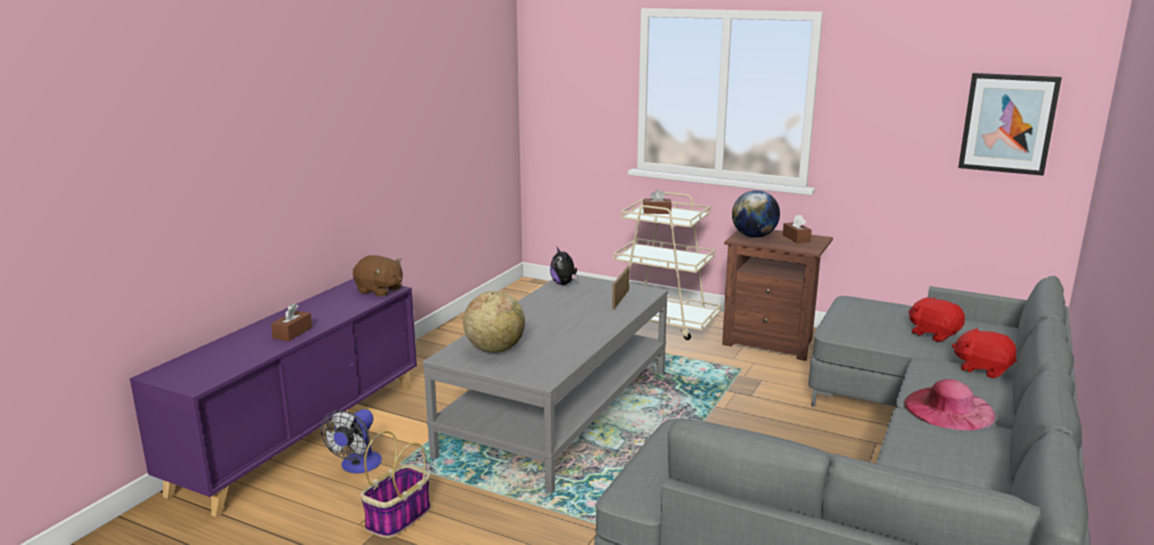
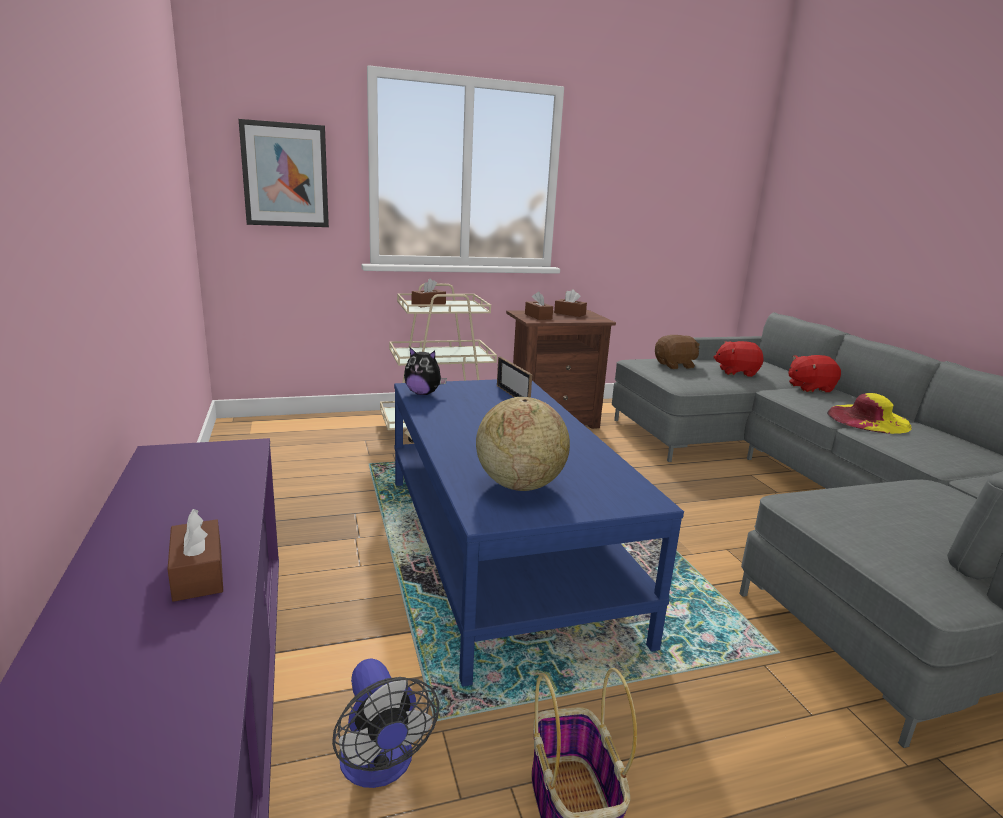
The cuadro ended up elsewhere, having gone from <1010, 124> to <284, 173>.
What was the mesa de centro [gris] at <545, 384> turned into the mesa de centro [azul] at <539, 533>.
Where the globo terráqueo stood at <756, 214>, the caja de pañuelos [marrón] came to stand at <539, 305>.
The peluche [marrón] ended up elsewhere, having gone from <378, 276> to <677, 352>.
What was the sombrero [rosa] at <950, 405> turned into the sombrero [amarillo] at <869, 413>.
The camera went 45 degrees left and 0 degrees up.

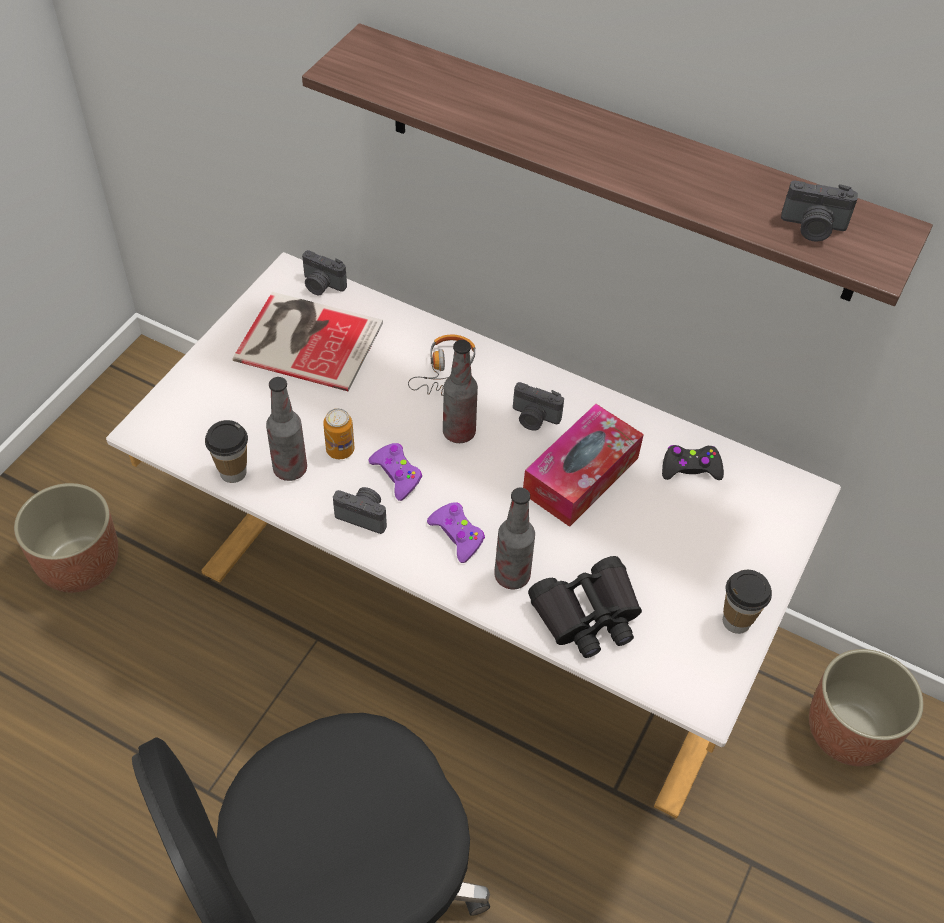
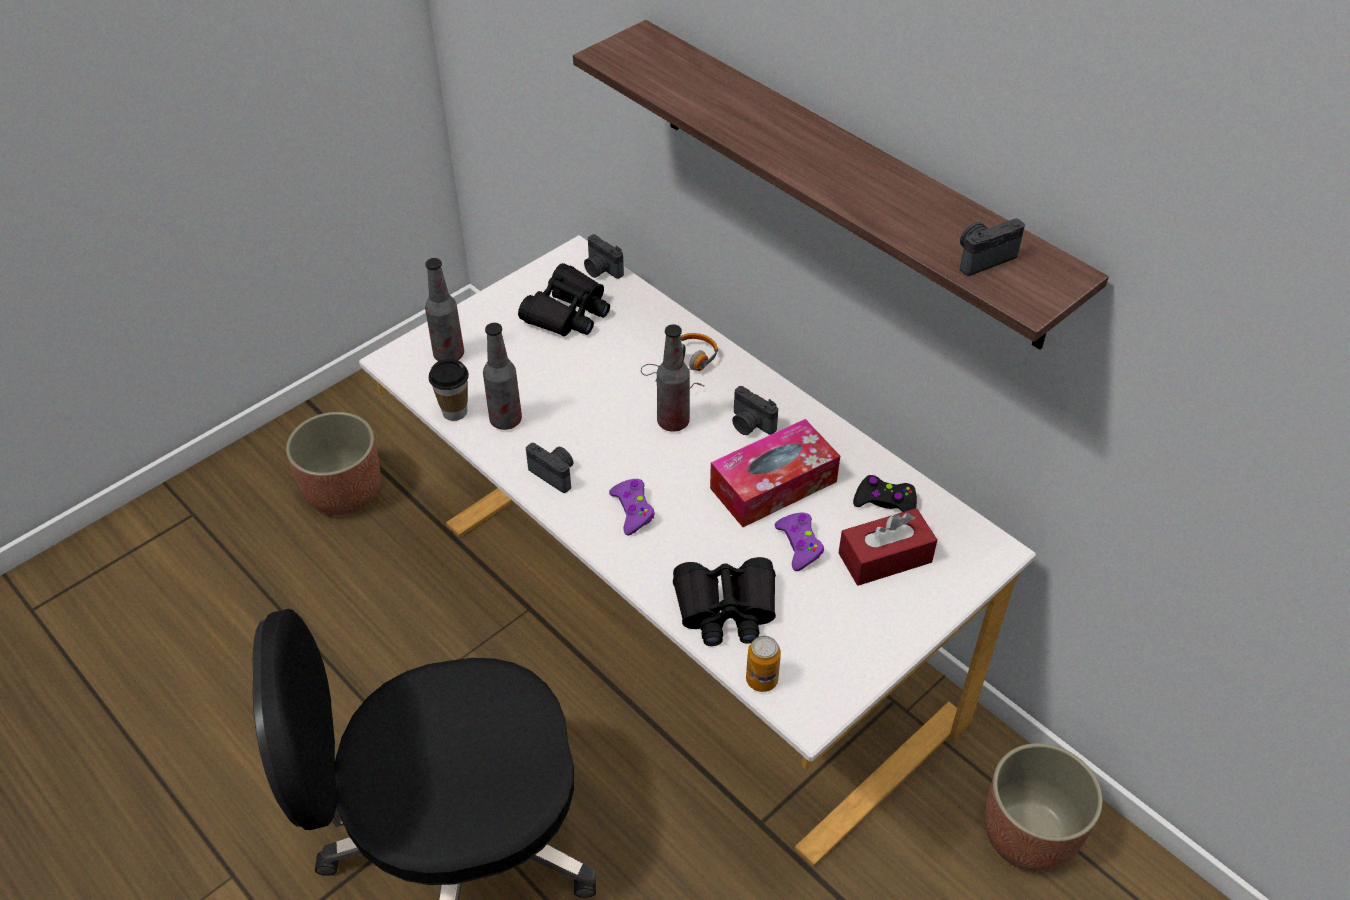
The botella ended up elsewhere, having gone from <514, 538> to <444, 309>.
Where the libro stood at <308, 341>, the prismáticos [negro] came to stand at <564, 299>.
The lata ended up elsewhere, having gone from <338, 433> to <763, 664>.
The mando de consola [morado] ended up elsewhere, having gone from <395, 472> to <799, 542>.
The second view gained the caja de pañuelos [rojo] at <888, 547>.
The cámara at <819, 211> ended up facing another way, 120 degrees clockwise from before.
The second view lost the taza at <747, 602>.
The camera went 20 degrees right and 5 degrees down.

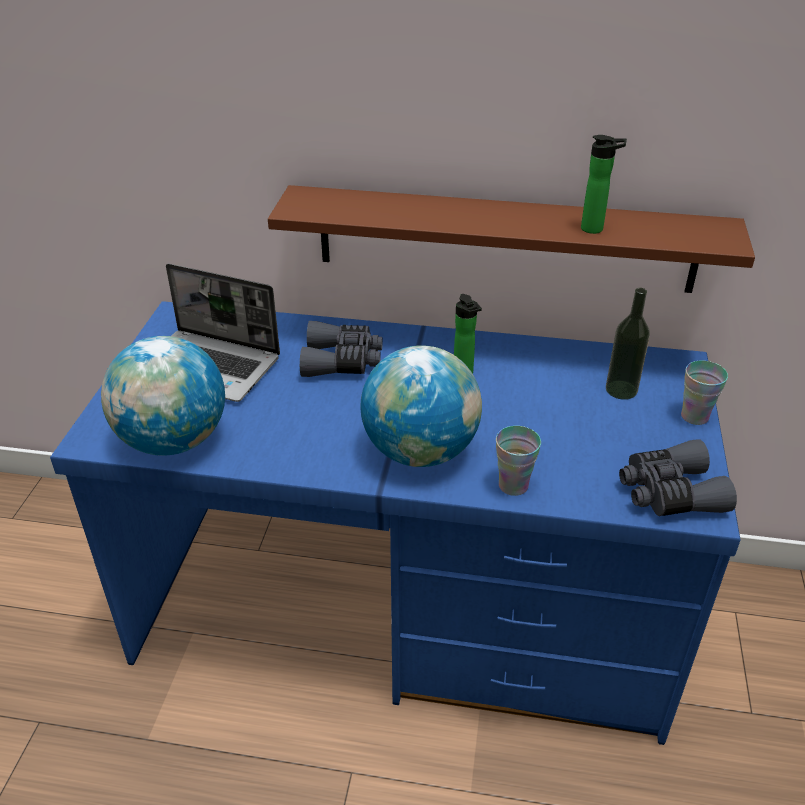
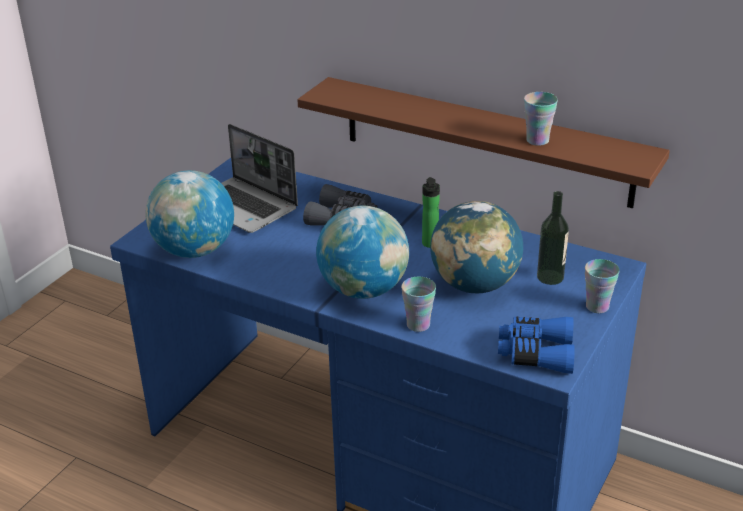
The second view gained the globo terráqueo at <476, 247>.
What was the prismáticos [gris] at <678, 477> turned into the prismáticos [azul] at <536, 345>.
Where the botella stood at <604, 184>, the taza came to stand at <541, 119>.
The camera went 20 degrees right and 5 degrees down.

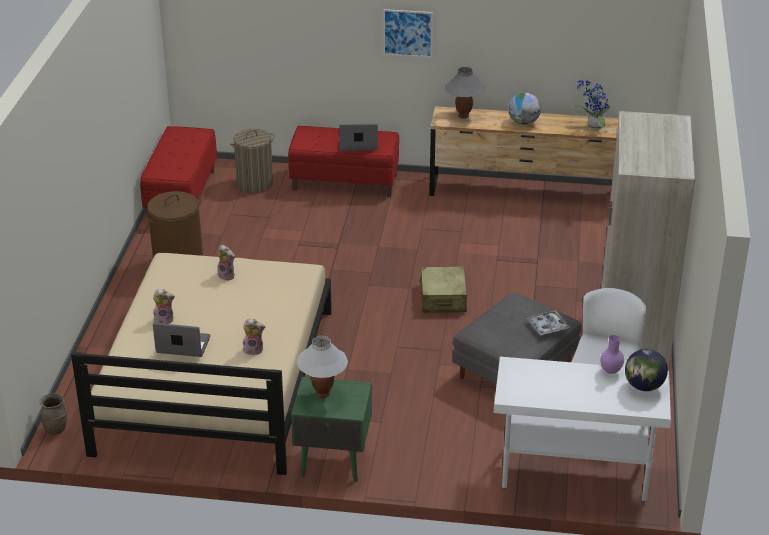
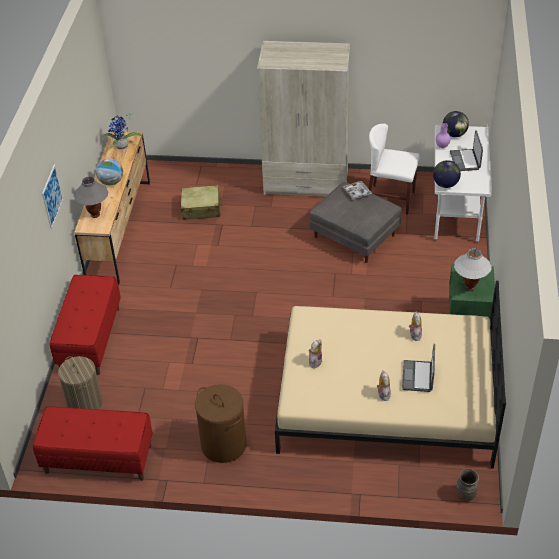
The maleta [beis] ended up elsewhere, having gone from <443, 289> to <202, 202>.
The second view gained the globo terráqueo at <447, 174>.
The portátil ended up elsewhere, having gone from <358, 137> to <466, 150>.
The camera went 90 degrees left and 10 degrees up.

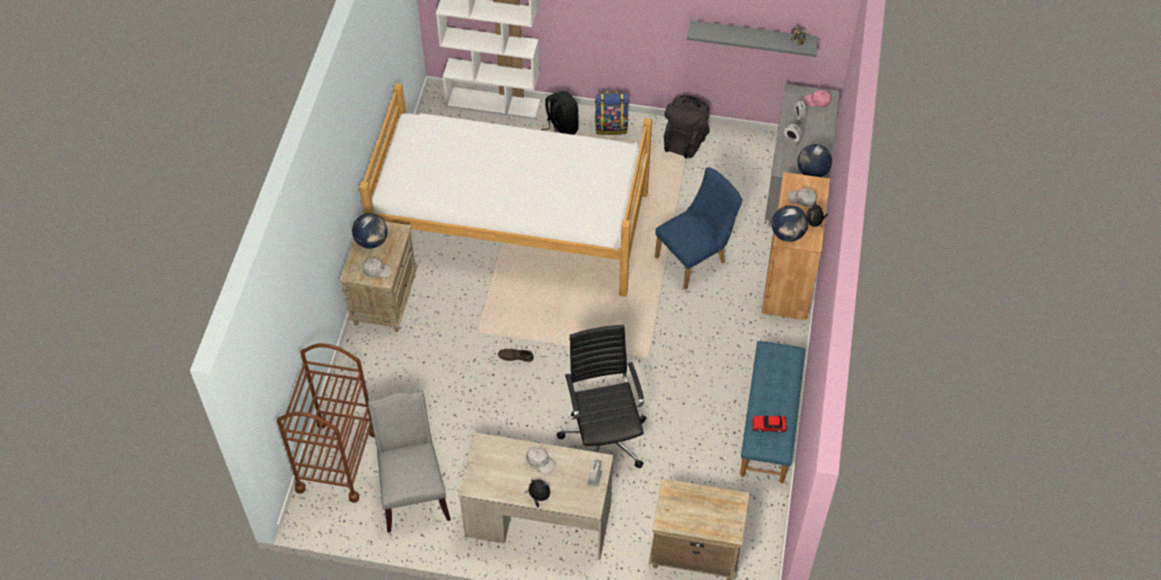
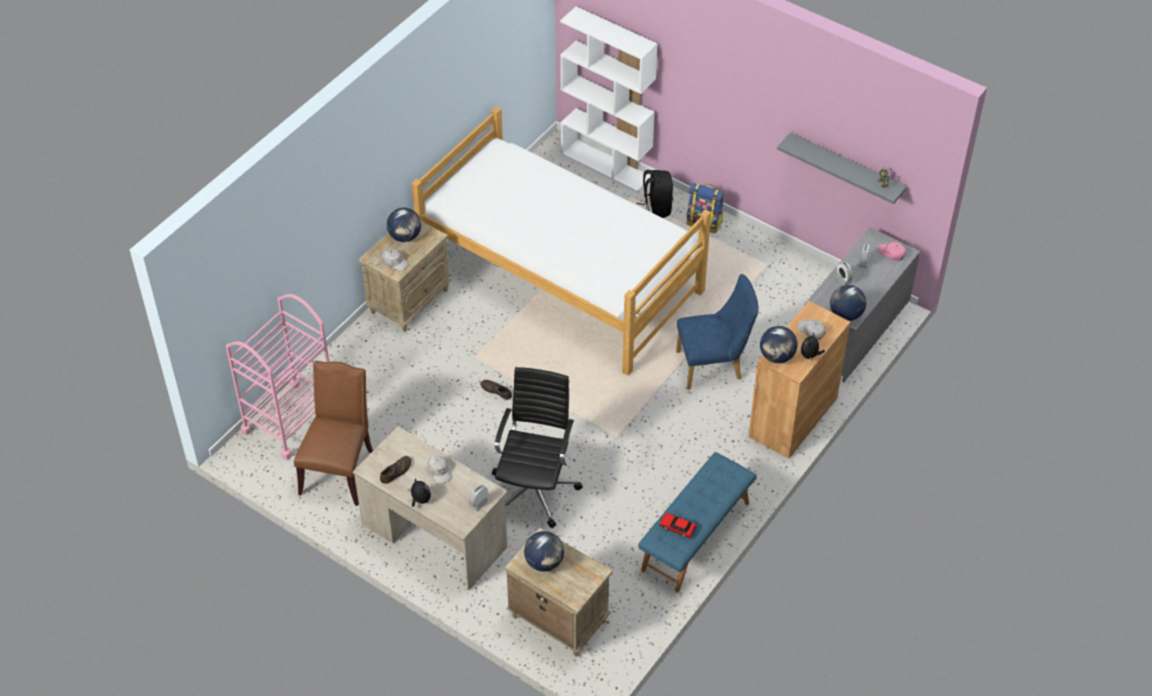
What was the carrito [marrón] at <325, 423> turned into the carrito [rosa] at <278, 377>.
What was the silla [gris] at <409, 461> turned into the silla [marrón] at <333, 433>.
The second view gained the zapato [marrón] at <395, 470>.
The second view gained the globo terráqueo at <544, 551>.
The second view lost the mochila [negro] at <687, 126>.
The camera went 25 degrees right and 5 degrees down.

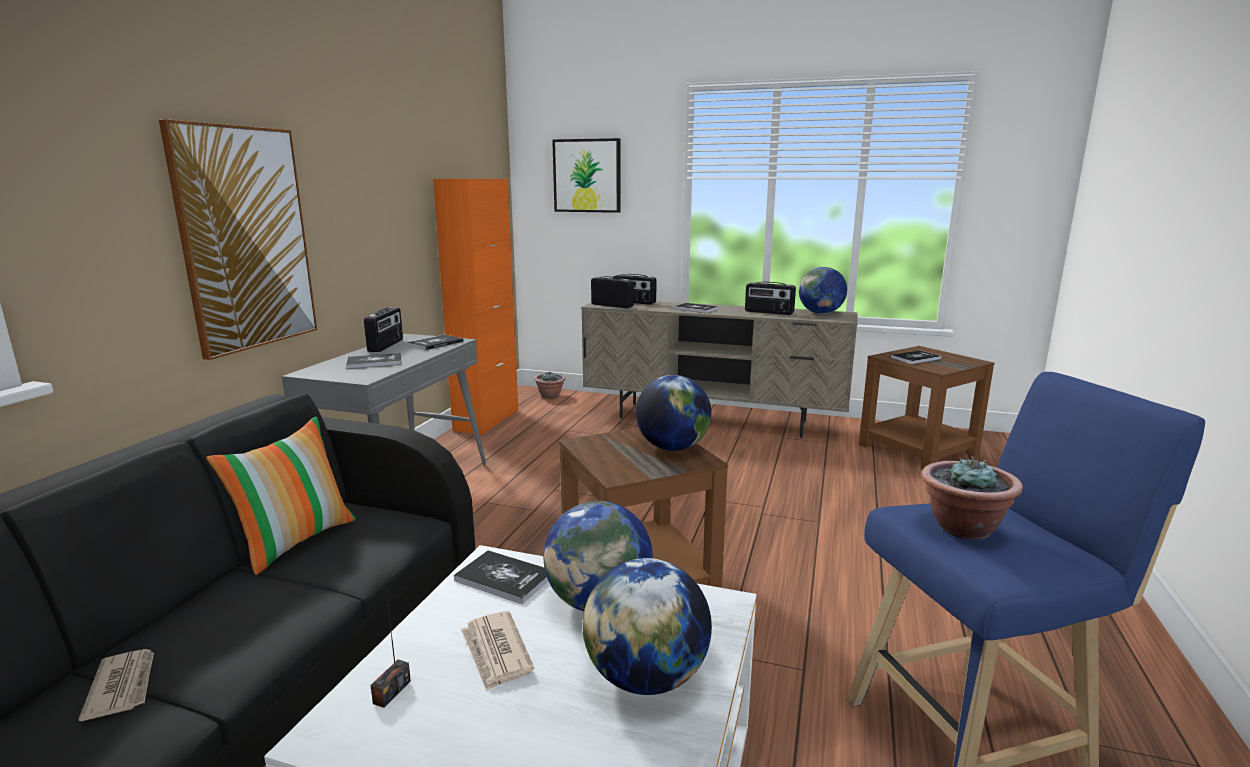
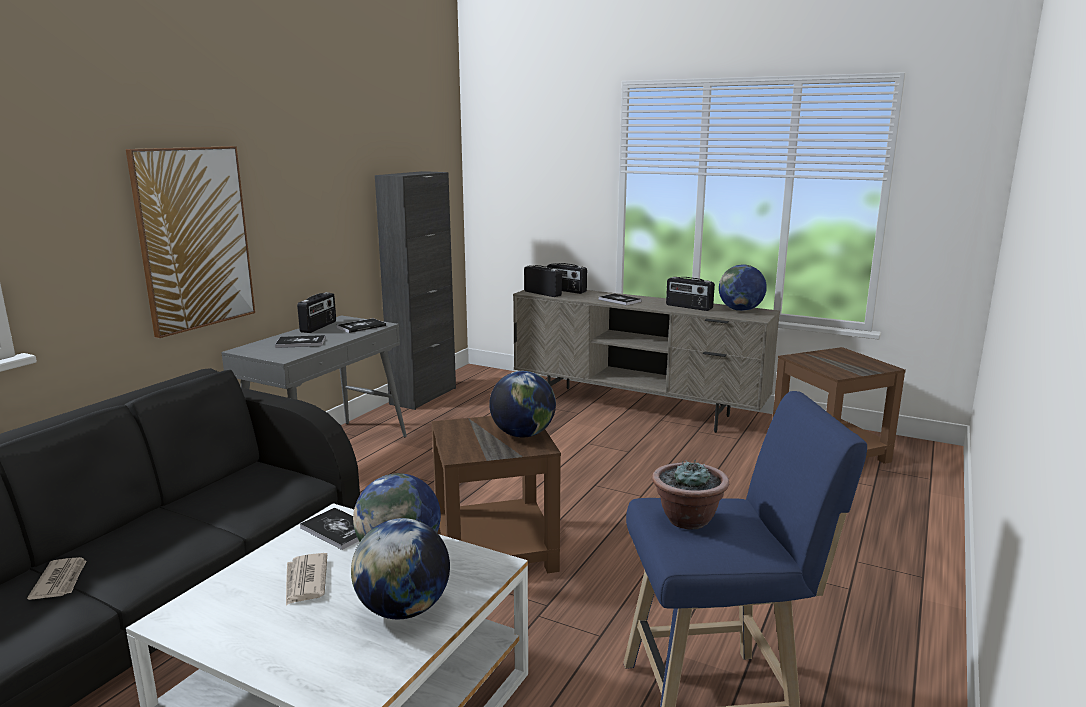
What was the armario [naranja] at <475, 307> turned into the armario [negro] at <415, 290>.
The second view lost the cojín at <281, 495>.
The second view lost the radio at <390, 649>.
The second view lost the planta en maceta at <550, 385>.
The second view lost the cuadro at <586, 175>.
The second view lost the libro at <916, 357>.
The camera went 10 degrees right and 0 degrees up.

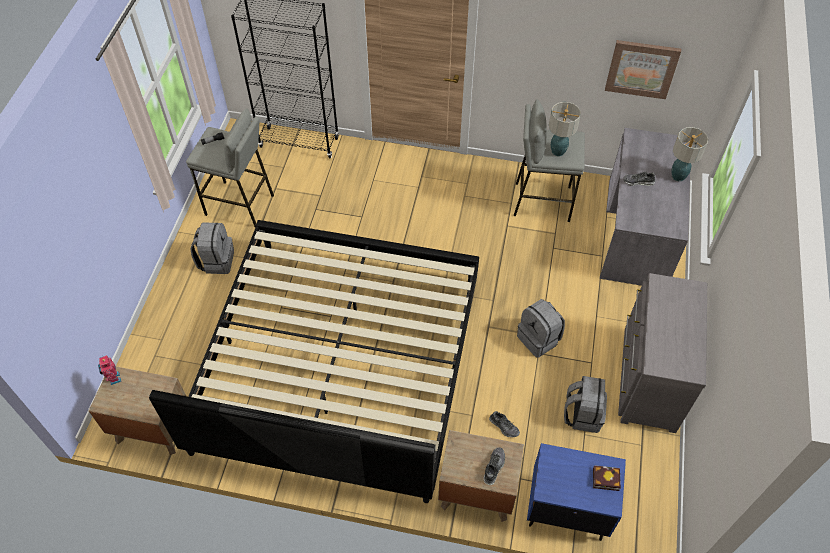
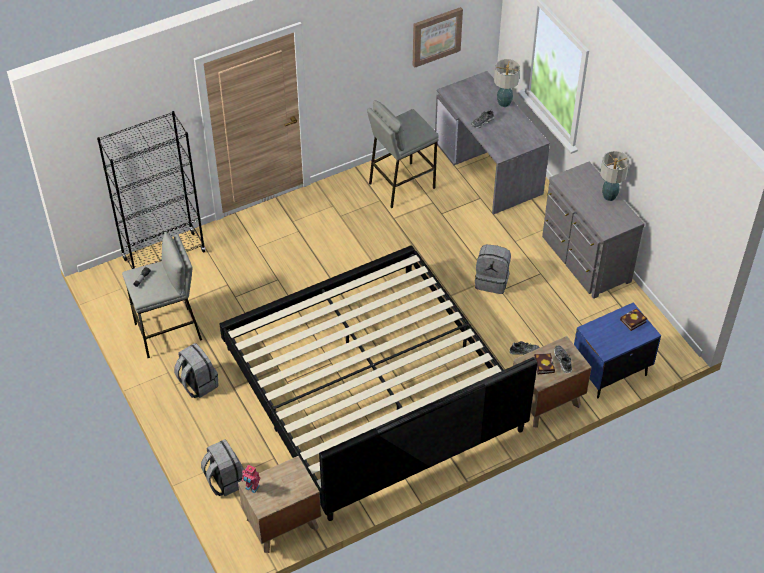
The mochila [gris] ended up elsewhere, having gone from <585, 404> to <223, 467>.
The second view gained the libro at <544, 364>.
The lámpara de mesa ended up elsewhere, having gone from <565, 129> to <615, 176>.
The camera went 40 degrees left and 5 degrees down.

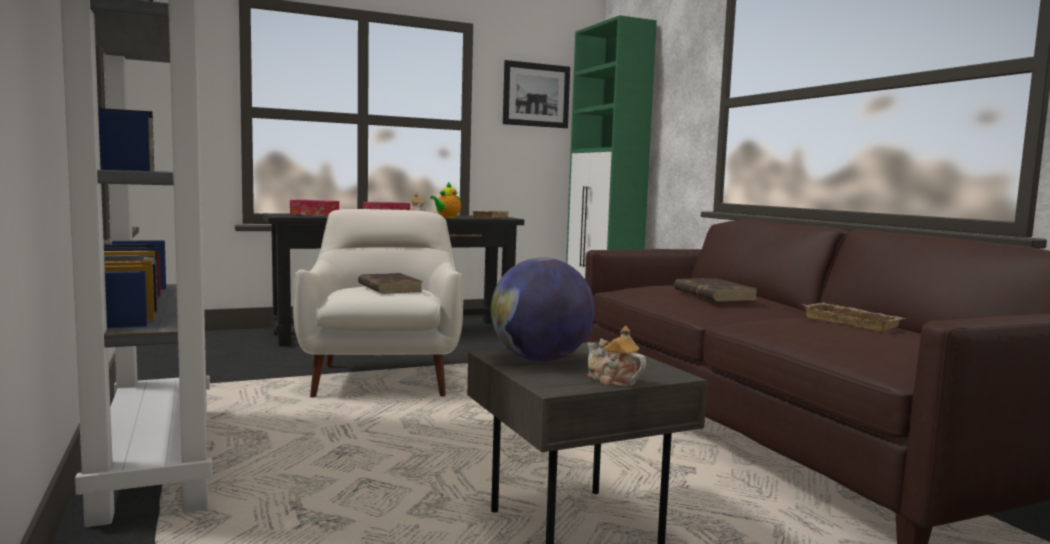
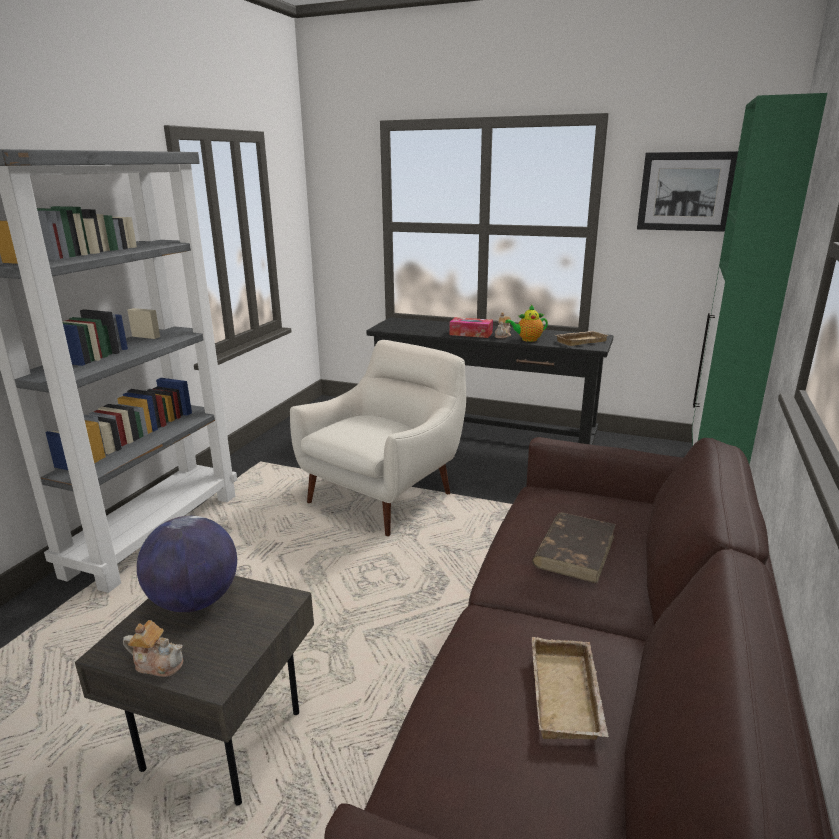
The tetera at <616, 356> ended up facing another way, 105 degrees clockwise from before.
The second view lost the caja de pañuelos at <314, 207>.
The second view lost the libro [marrón] at <390, 283>.
The camera went 45 degrees right and 15 degrees up.

